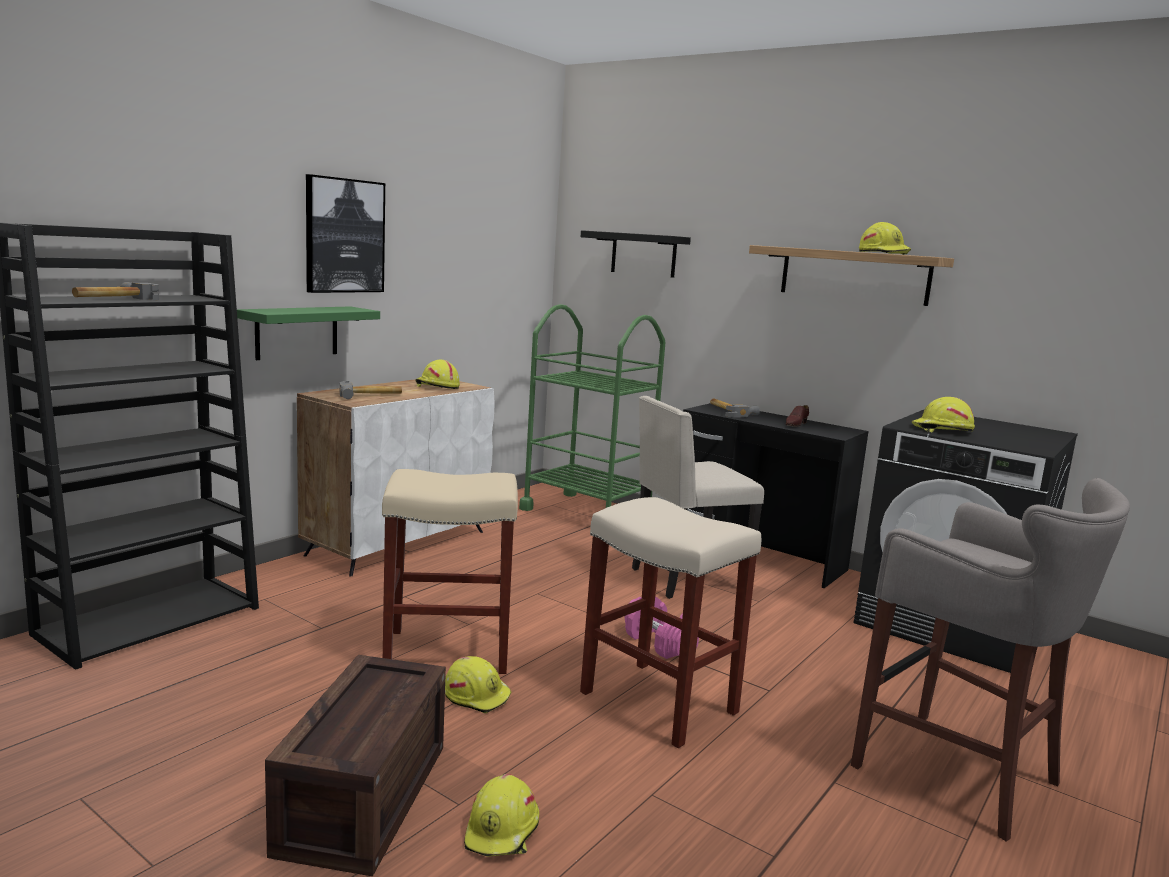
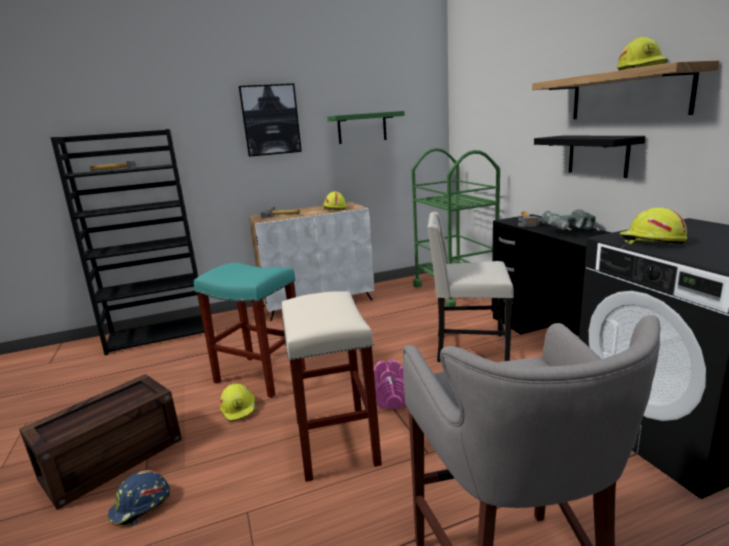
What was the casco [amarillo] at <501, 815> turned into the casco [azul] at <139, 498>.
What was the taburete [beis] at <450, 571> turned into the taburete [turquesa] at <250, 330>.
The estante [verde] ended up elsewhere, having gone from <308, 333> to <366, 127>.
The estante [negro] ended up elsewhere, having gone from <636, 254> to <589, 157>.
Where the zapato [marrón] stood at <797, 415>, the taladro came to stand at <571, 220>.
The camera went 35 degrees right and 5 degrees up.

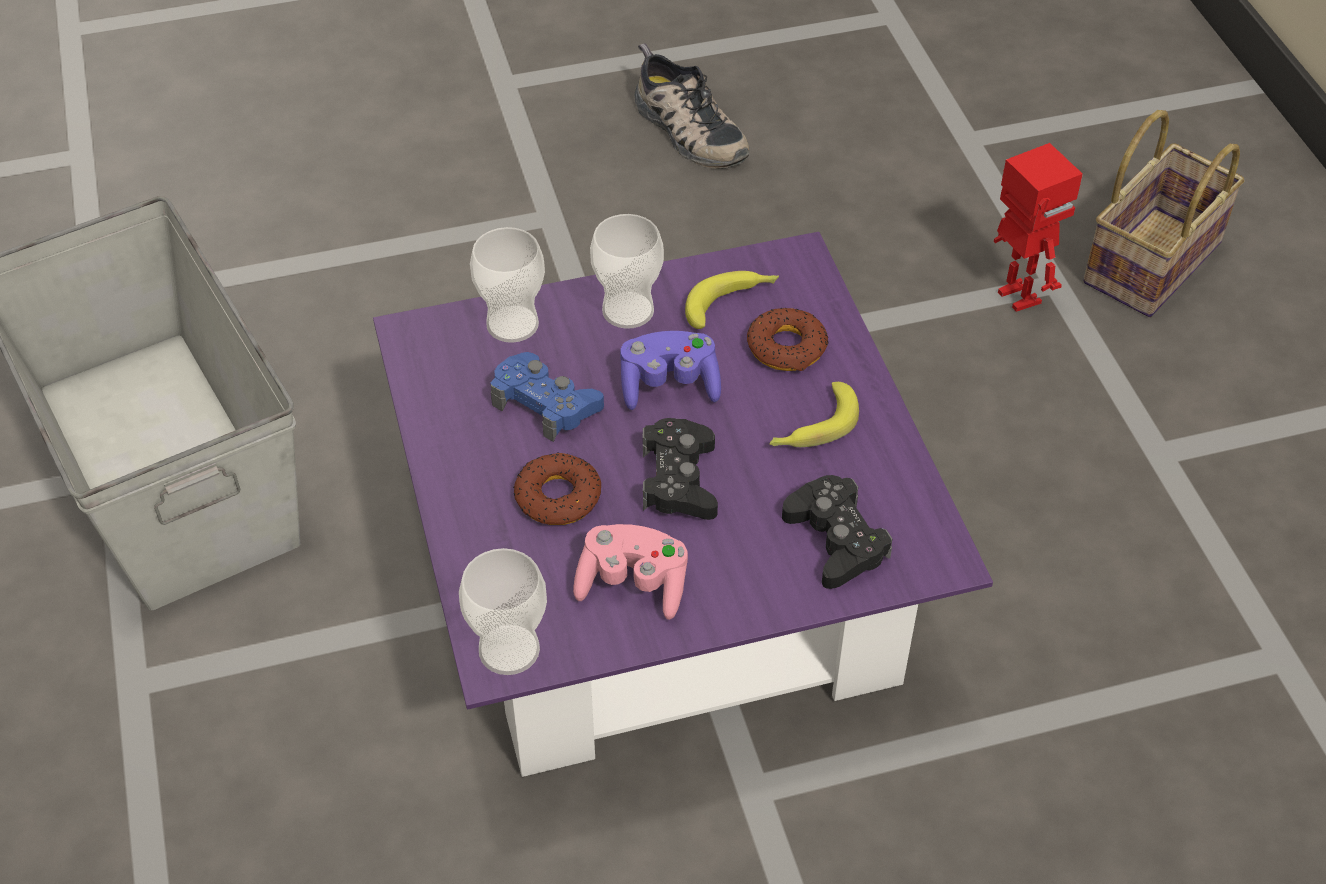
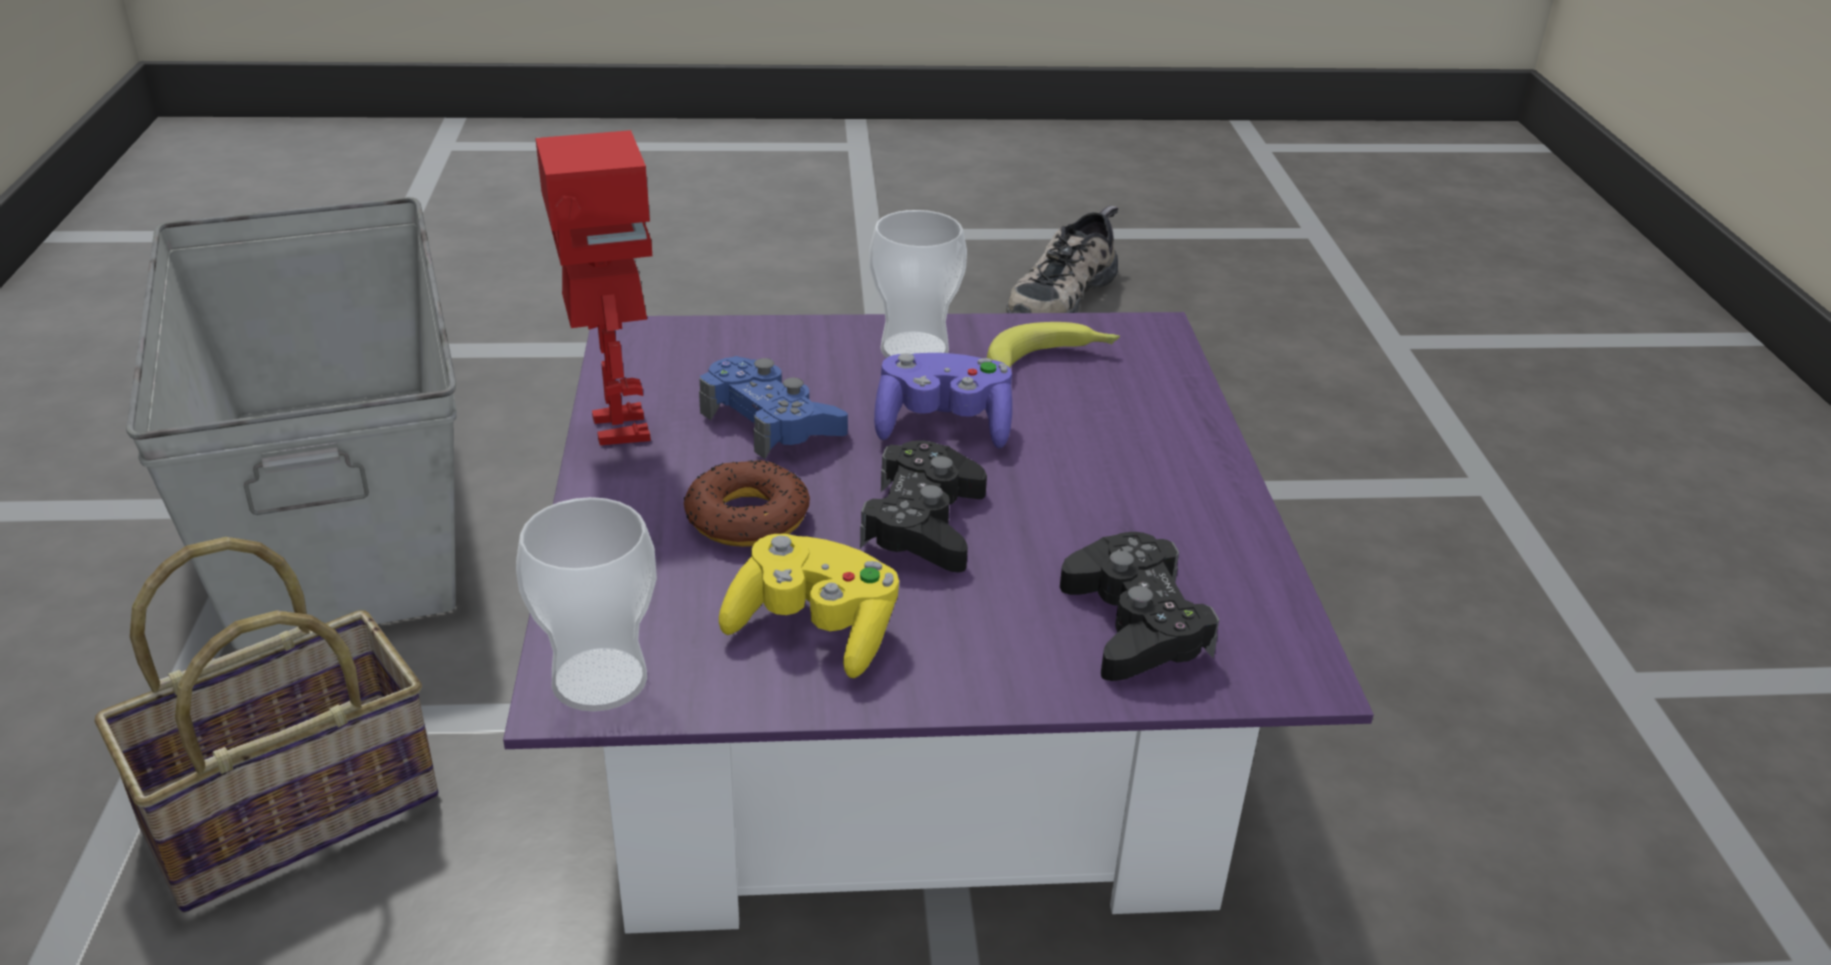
The cesta ended up elsewhere, having gone from <1164, 213> to <266, 724>.
The robot de juguete ended up elsewhere, having gone from <1038, 227> to <593, 287>.
What was the mando de consola [rosa] at <630, 572> turned into the mando de consola [amarillo] at <809, 606>.
The zapato at <691, 106> ended up facing another way, 60 degrees clockwise from before.
The second view lost the taza at <507, 285>.
The second view lost the rosquilla at <788, 339>.
The second view lost the plátano at <814, 414>.
The camera went 10 degrees right and 15 degrees down.

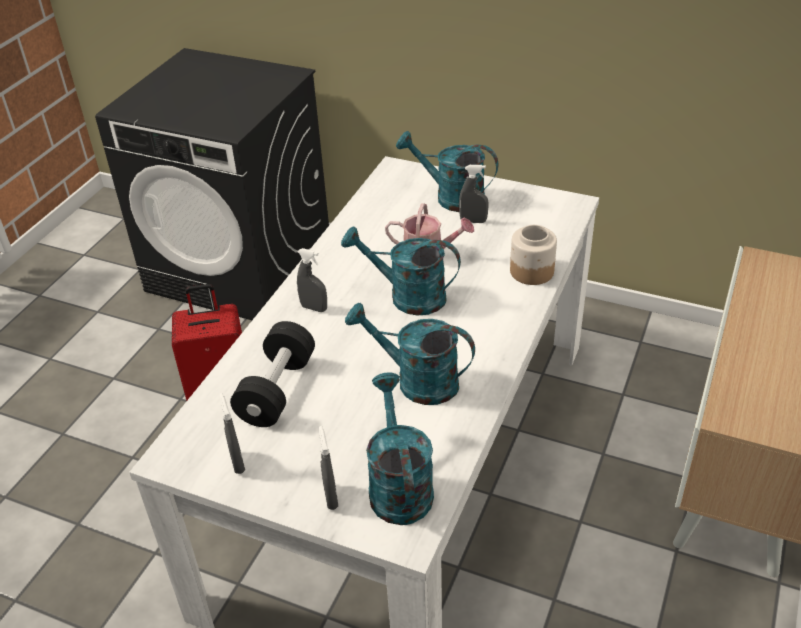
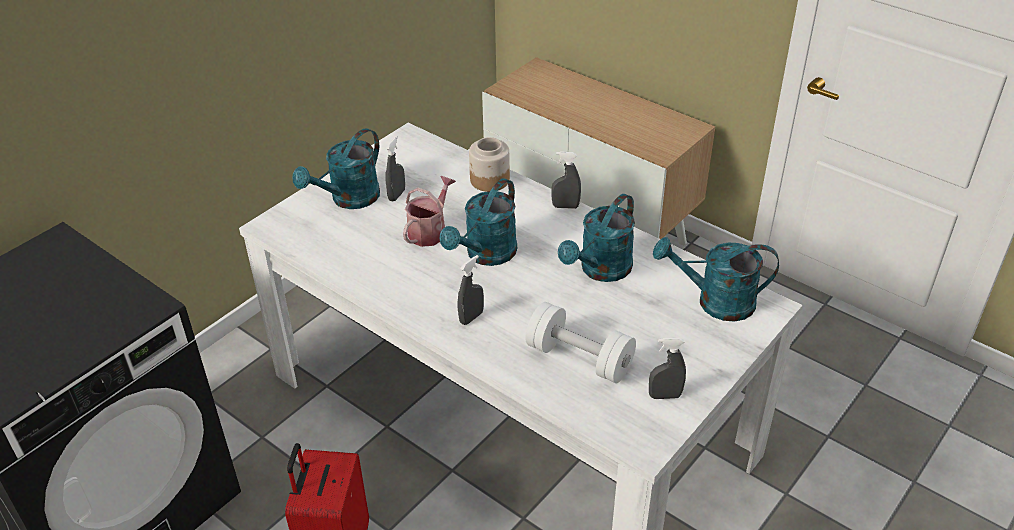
What was the mancuerna [negro] at <272, 374> turned into the mancuerna [blanco] at <581, 342>.
The pulverizador [gris] ended up elsewhere, having gone from <328, 468> to <566, 180>.
The camera went 75 degrees left and 0 degrees up.

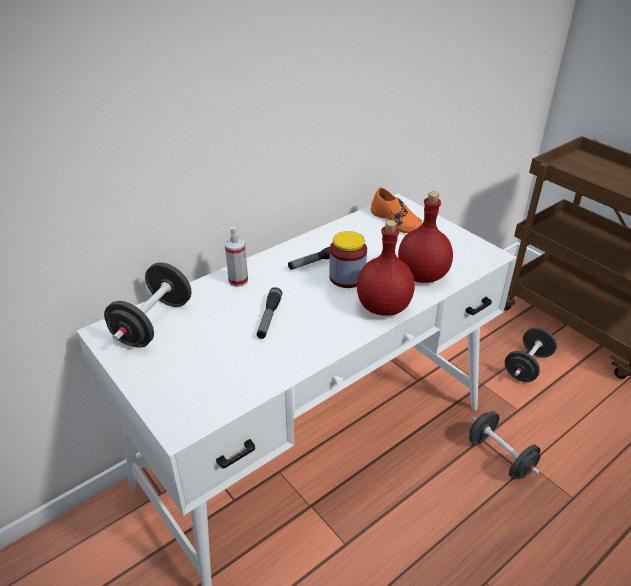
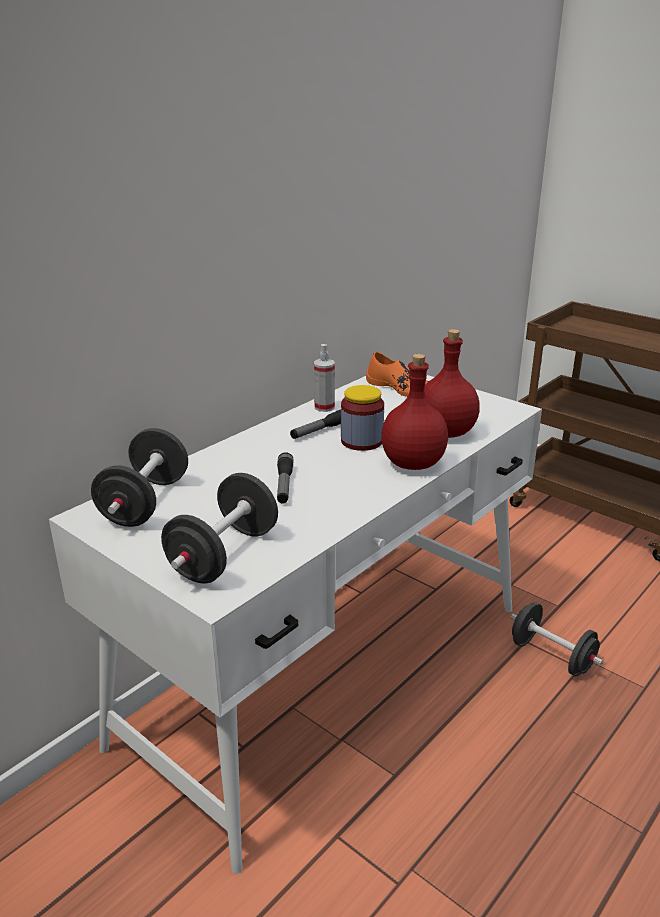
The mancuerna [negro] ended up elsewhere, having gone from <531, 354> to <219, 528>.
The pulverizador ended up elsewhere, having gone from <236, 257> to <324, 378>.
The camera went 10 degrees left and 10 degrees down.

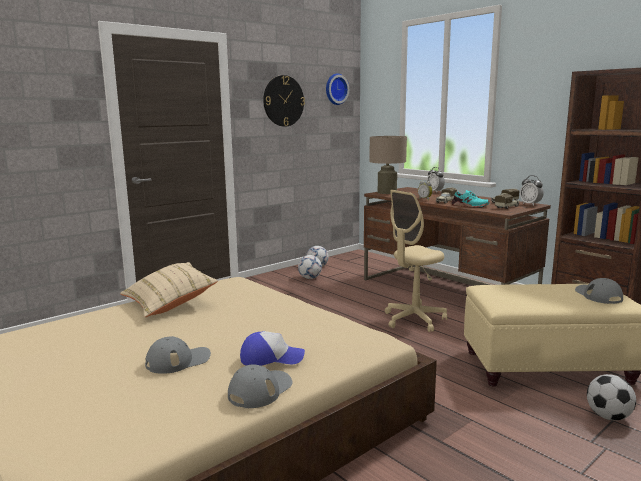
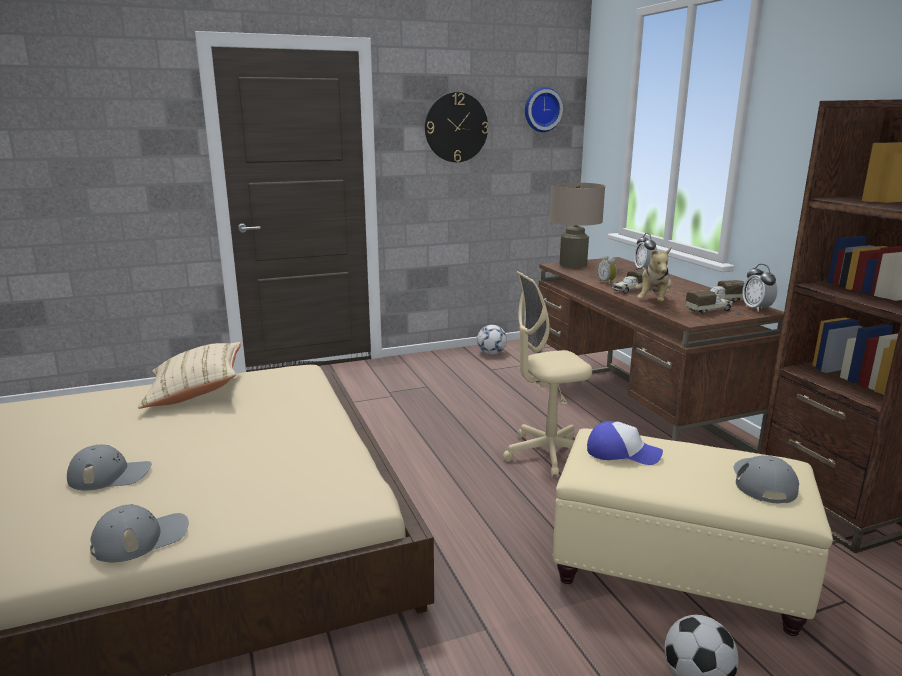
The gorra ended up elsewhere, having gone from <272, 348> to <625, 443>.
Where the zapato [turquesa] stood at <470, 199>, the peluche came to stand at <653, 275>.
The second view lost the balón de fútbol at <310, 267>.
The camera went 20 degrees right and 5 degrees up.

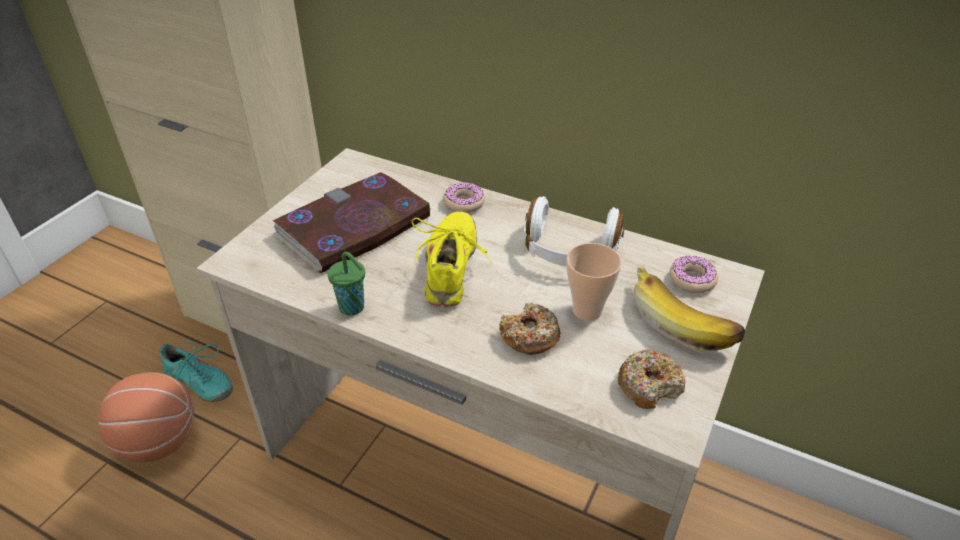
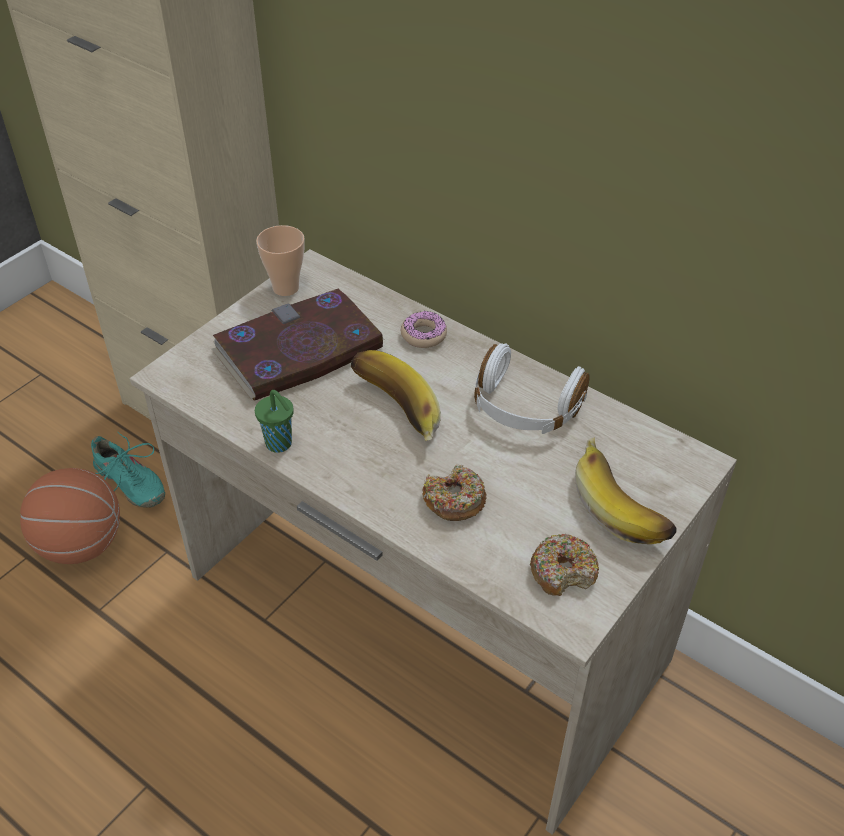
The taza ended up elsewhere, having gone from <594, 282> to <280, 260>.
Where the zapato [amarillo] stood at <451, 259>, the plátano came to stand at <396, 395>.
The second view lost the rosquilla at <693, 274>.
The camera went 10 degrees right and 5 degrees up.

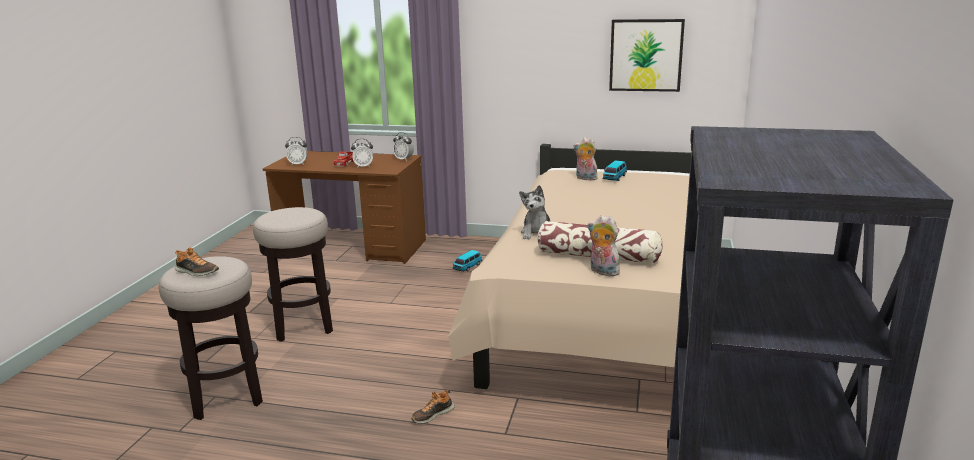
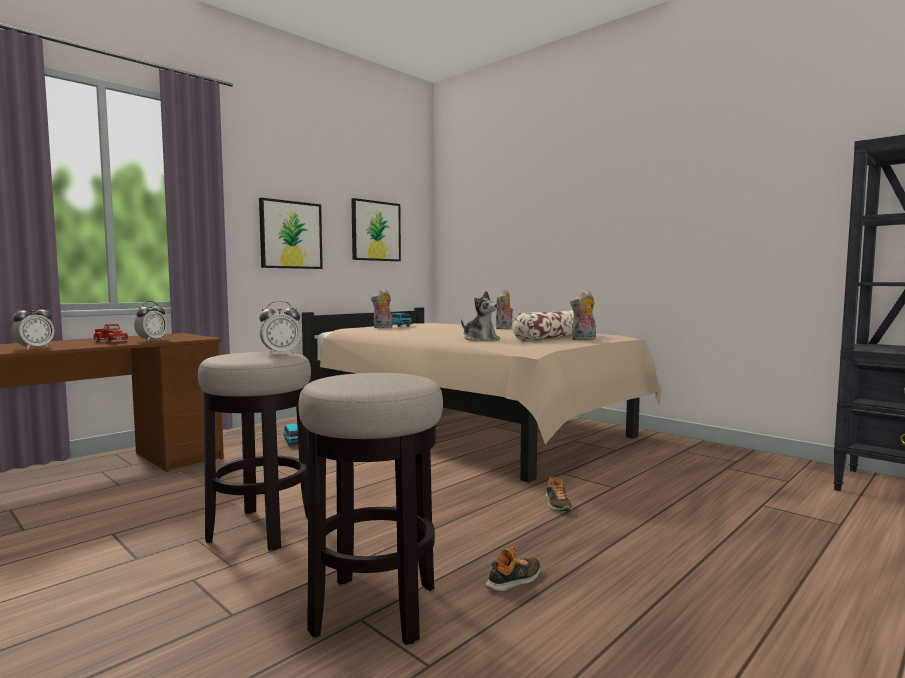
The second view gained the cuadro at <291, 233>.
The despertador ended up elsewhere, having gone from <403, 146> to <280, 328>.
The zapato ended up elsewhere, having gone from <197, 261> to <512, 569>.
The second view gained the peluche at <504, 309>.
The camera went 60 degrees left and 15 degrees down.

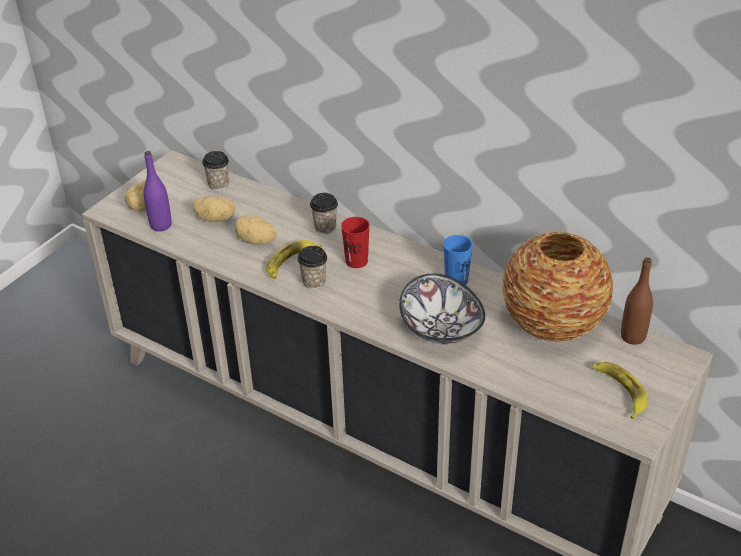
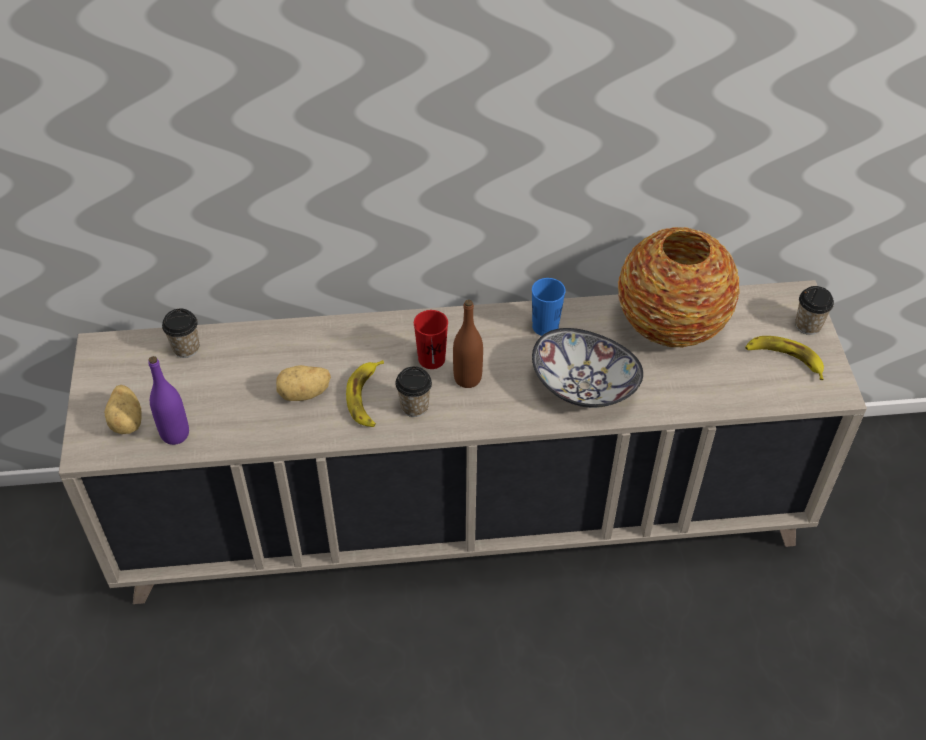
The botella [marrón] ended up elsewhere, having gone from <637, 301> to <468, 343>.
The taza ended up elsewhere, having gone from <324, 213> to <814, 310>.
The second view lost the patata at <214, 209>.
The camera went 40 degrees left and 10 degrees up.

